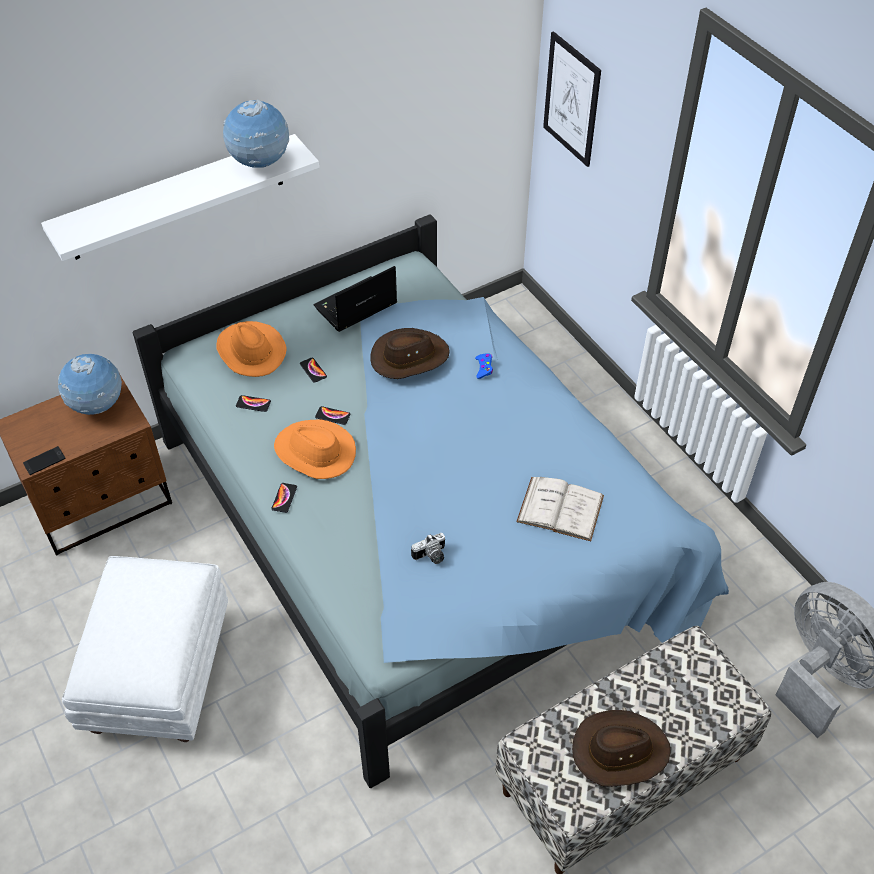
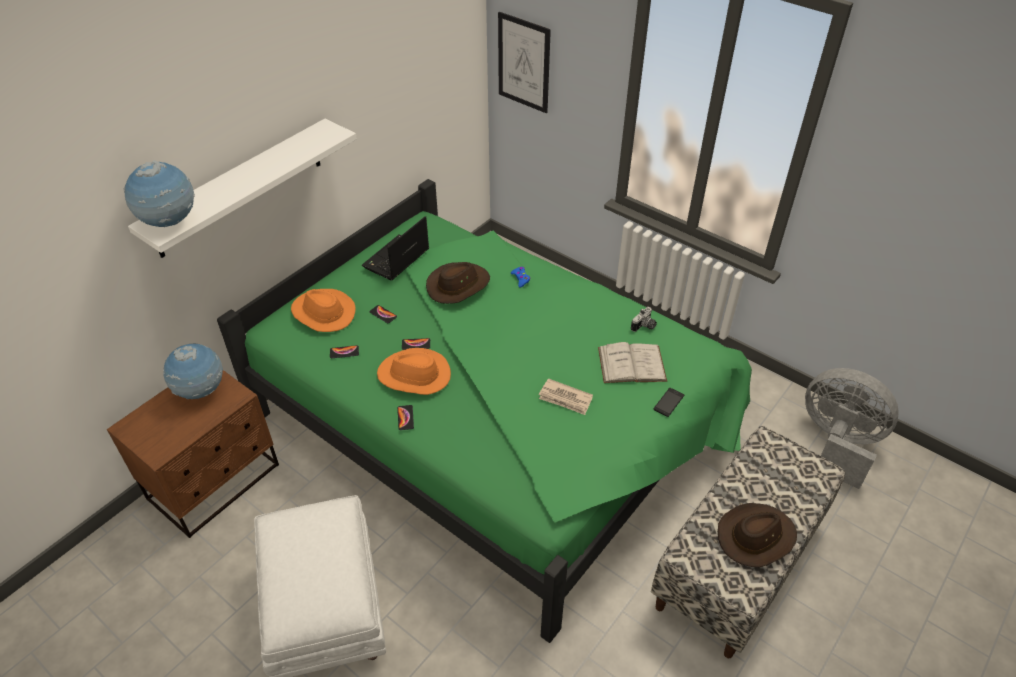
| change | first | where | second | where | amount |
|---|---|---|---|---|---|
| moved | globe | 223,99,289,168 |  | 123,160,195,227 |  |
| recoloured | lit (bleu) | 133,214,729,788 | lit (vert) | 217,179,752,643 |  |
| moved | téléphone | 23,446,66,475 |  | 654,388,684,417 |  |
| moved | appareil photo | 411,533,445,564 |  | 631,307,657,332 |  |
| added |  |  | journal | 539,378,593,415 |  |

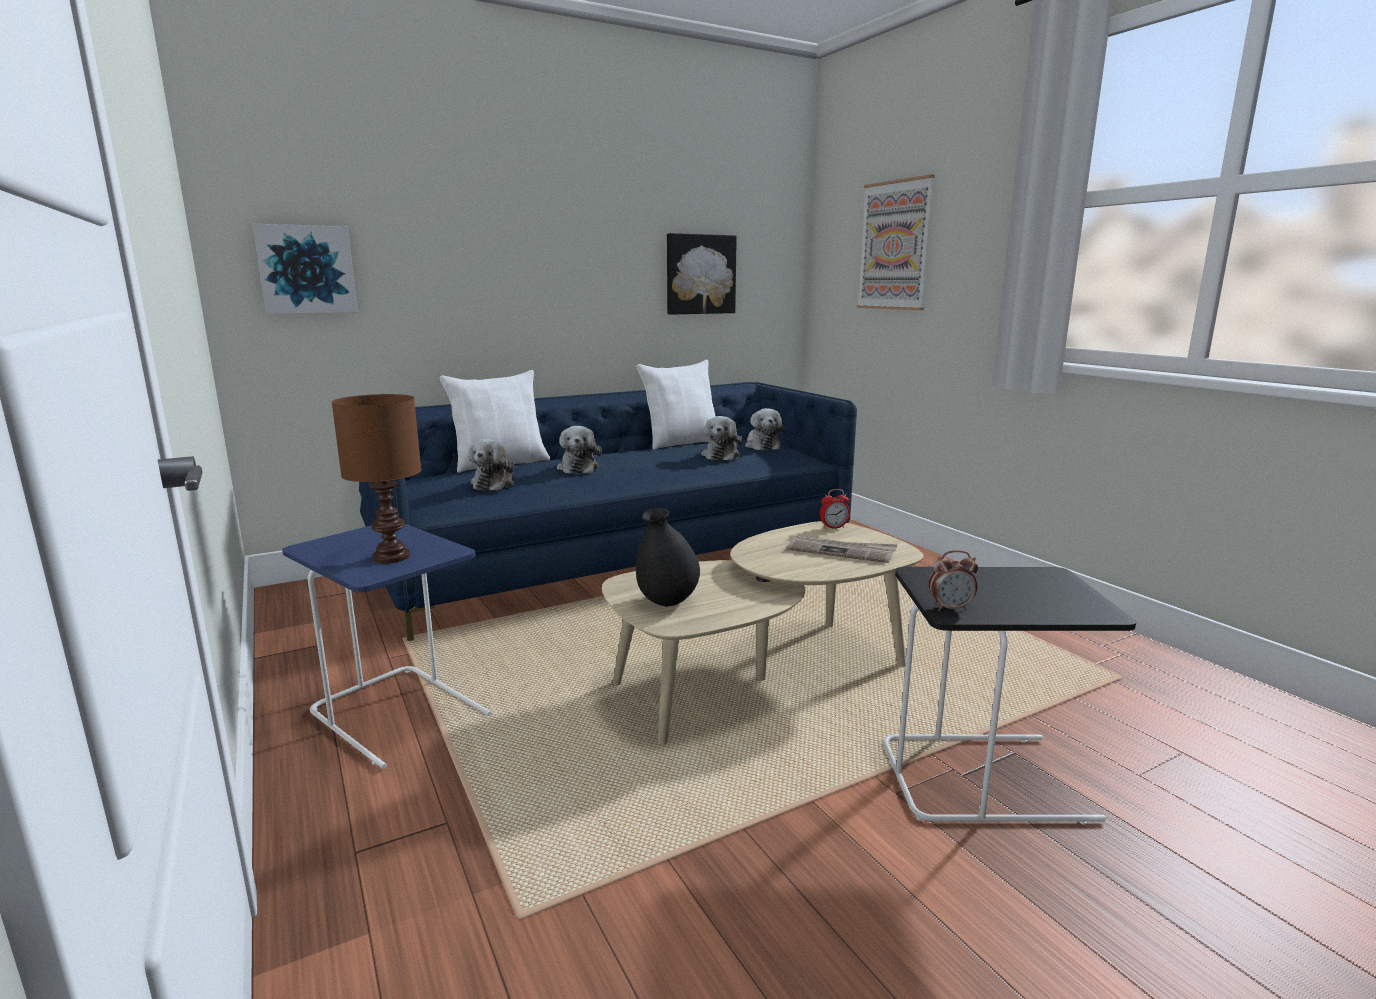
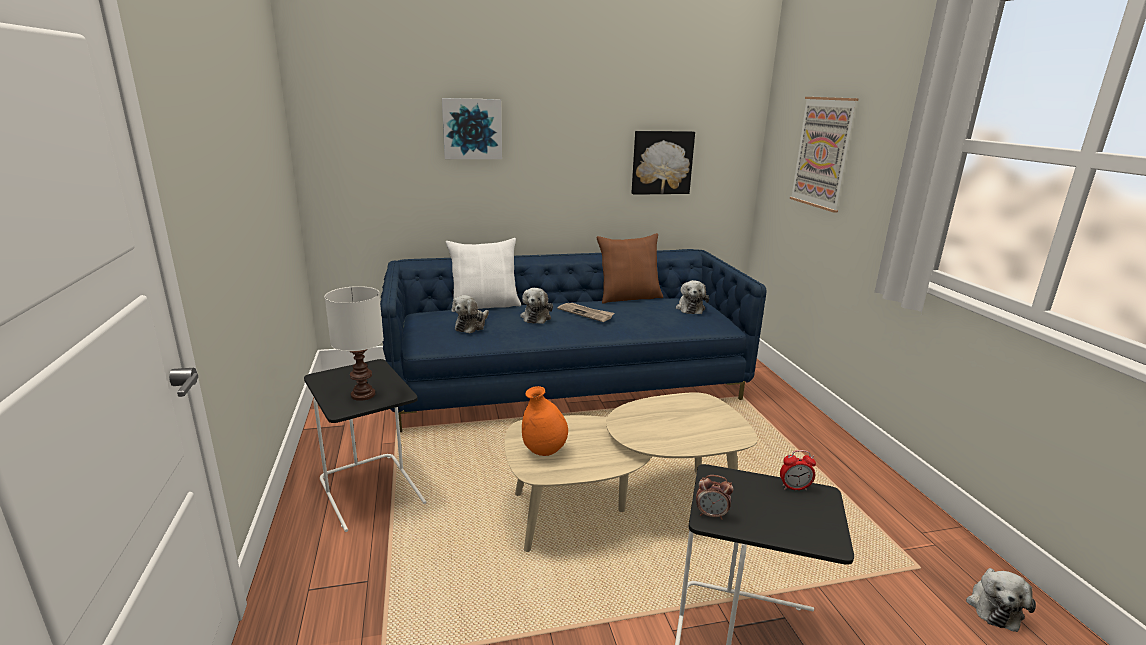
| change | first | where | second | where | amount |
|---|---|---|---|---|---|
| moved | tableau | 252,224,358,314 |  | 442,98,502,159 |  |
| recoloured | coussin (blanc) | 636,360,716,450 | coussin (marron) | 597,233,663,304 |  |
| recoloured | lampe de table (marron) | 331,394,421,563 | lampe de table (blanc) | 325,286,384,401 |  |
| moved | peluche | 702,416,743,460 |  | 966,568,1036,632 |  |
| moved | réveil | 820,489,850,529 |  | 780,450,816,490 |  |
| recoloured | vase (noir) | 636,508,700,606 | vase (orange) | 522,386,568,456 |  |
| recoloured | table d'appoint (bleu) | 282,524,492,769 | table d'appoint (noir) | 304,359,427,532 |  |
| moved | journal | 787,536,897,563 |  | 558,303,615,322 |  |

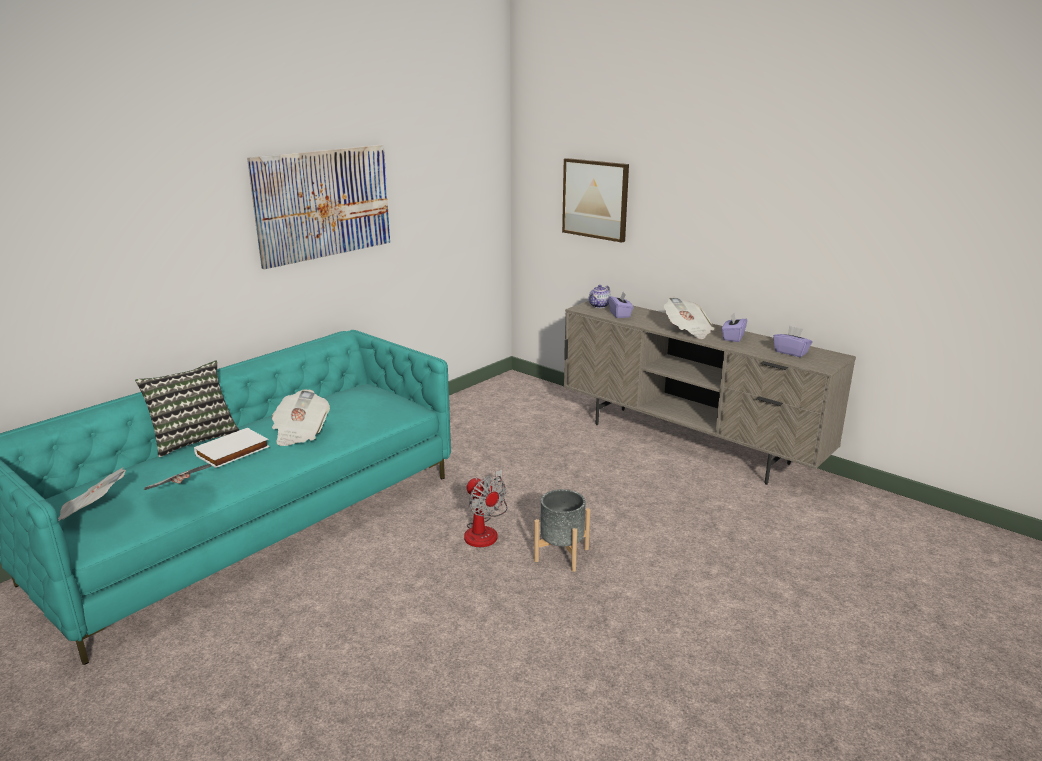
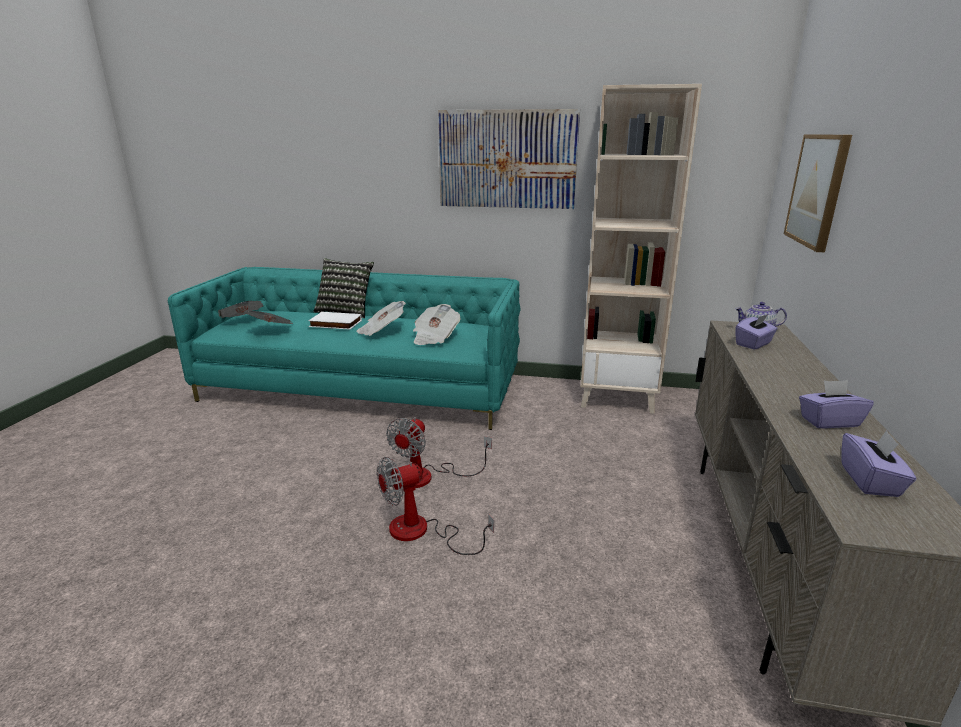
| change | first | where | second | where | amount |
|---|---|---|---|---|---|
| moved | journal | 664,297,714,339 |  | 413,304,461,345 |  |
| replaced | cache-pot (gris) | 534,489,591,572 | ventilateur | 377,457,494,555 |  |
| added |  |  | bibliothèque (beige) | 581,84,702,414 |  |

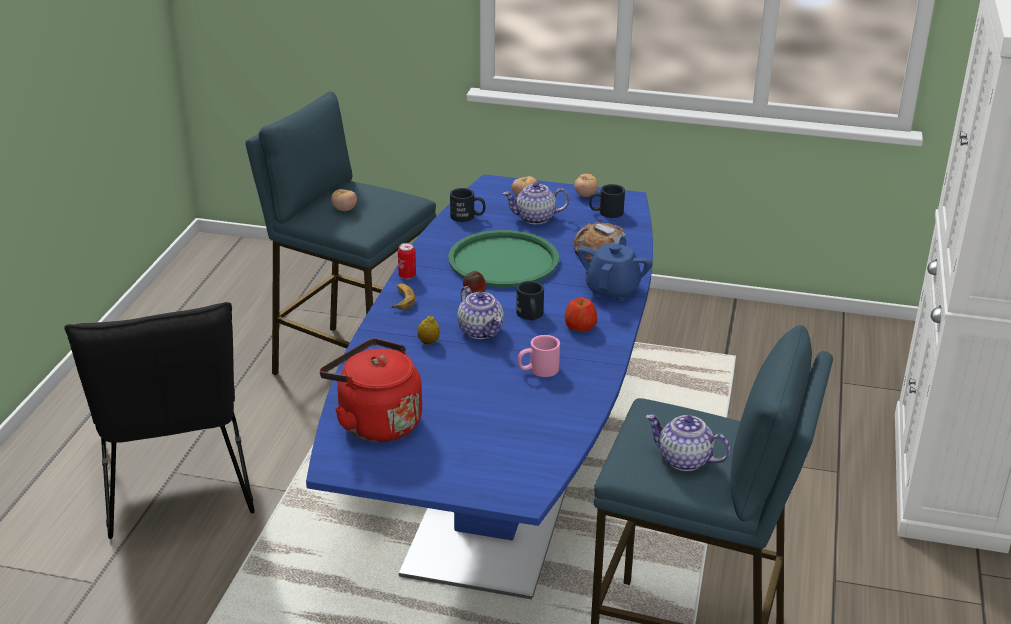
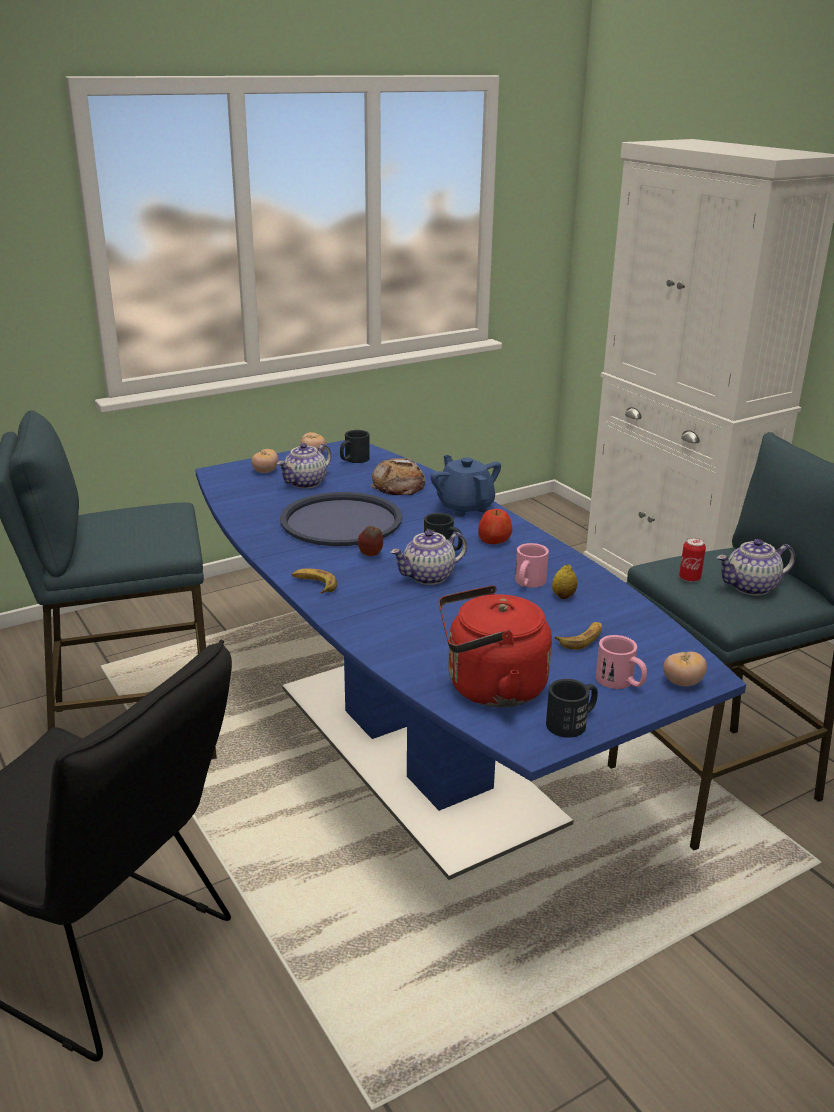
| change | first | where | second | where | amount |
|---|---|---|---|---|---|
| moved | mug (noir) | 450,188,485,222 |  | 546,679,598,738 |  |
| moved | tomate | 331,189,357,211 |  | 664,651,707,686 |  |
| recoloured | plateau (vert) | 448,230,559,287 | plateau (bleu) | 280,492,402,546 |  |
| moved | boîte métallique | 398,243,416,279 |  | 679,537,706,582 |  |
| turned | théière | 457,286,504,339 |  | 391,530,467,585 | 135 degrees clockwise |
| moved | citron | 417,316,440,344 |  | 552,564,578,599 |  |
| added |  |  | banane | 555,622,602,650 |  |
| added |  |  | mug (rose) | 596,635,647,689 |  |

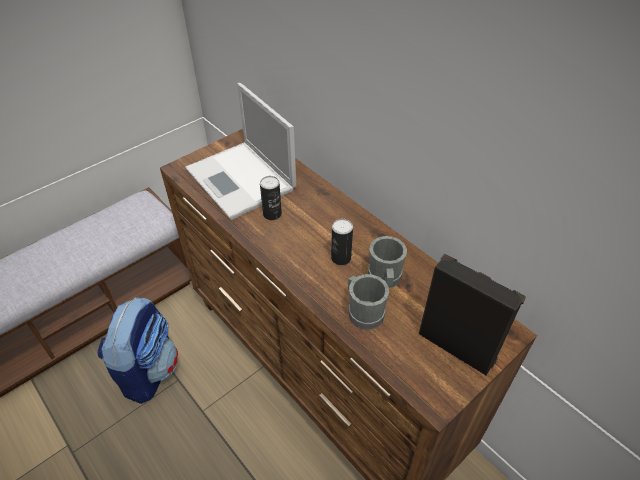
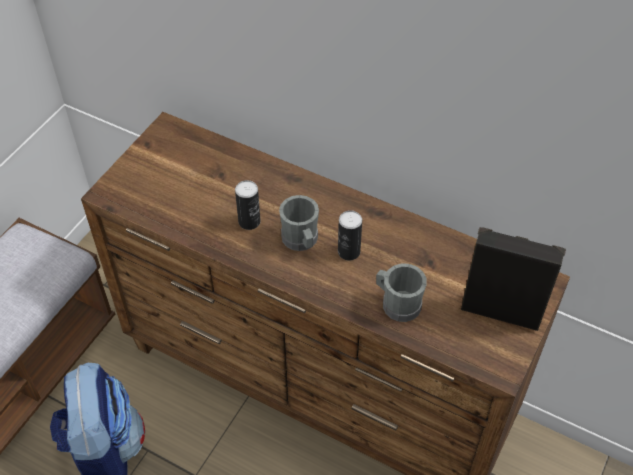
| change | first | where | second | where | amount |
|---|---|---|---|---|---|
| removed | ordinateur portable | 185,83,296,220 |  |  |  |
| moved | mug (gris) | 368,236,407,288 |  | 279,195,319,251 |  |

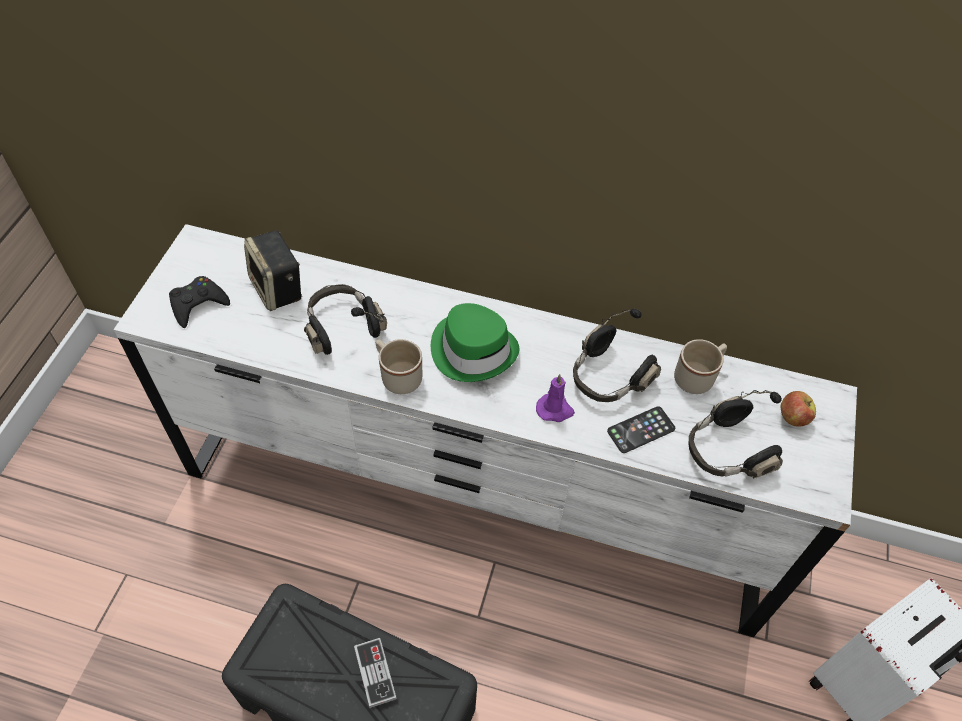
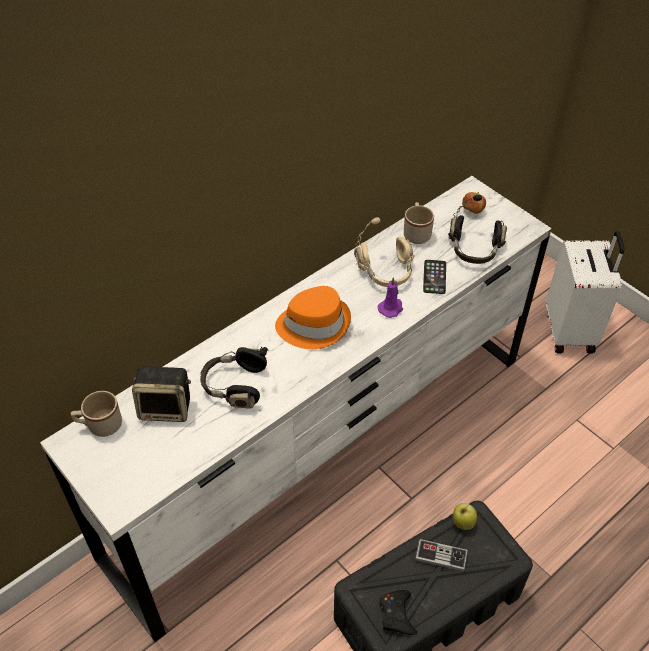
| change | first | where | second | where | amount |
|---|---|---|---|---|---|
| moved | manette (noir) | 169,276,230,328 |  | 379,590,417,635 |  |
| recoloured | chapeau (vert) | 431,303,520,382 | chapeau (orange) | 275,286,351,349 |  |
| recoloured | casque audio (noir) | 573,309,661,402 | casque audio (beige) | 354,217,415,287 |  |
| moved | mug (beige) | 376,339,422,394 |  | 71,391,122,437 |  |
| added |  |  | pomme | 453,503,477,530 |  |

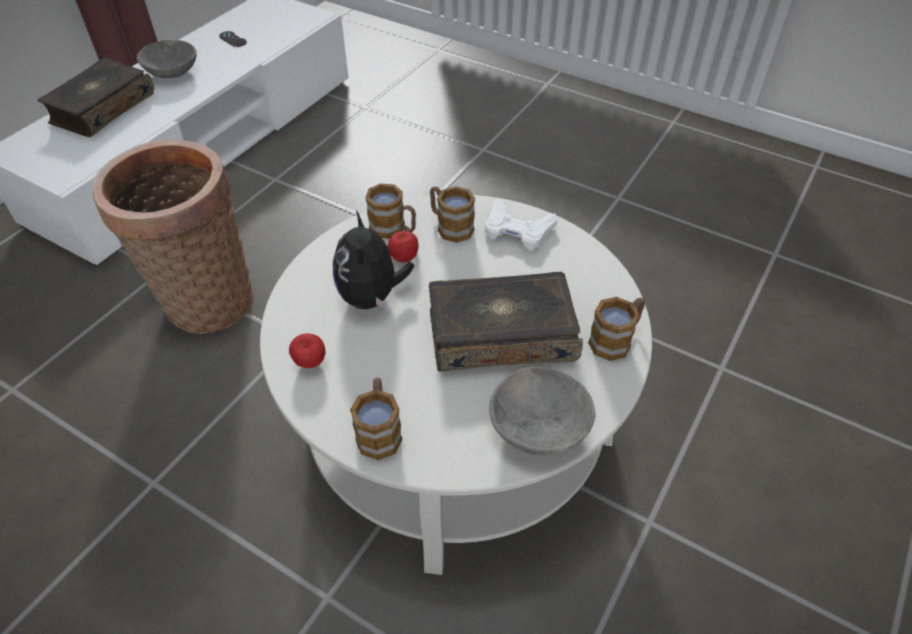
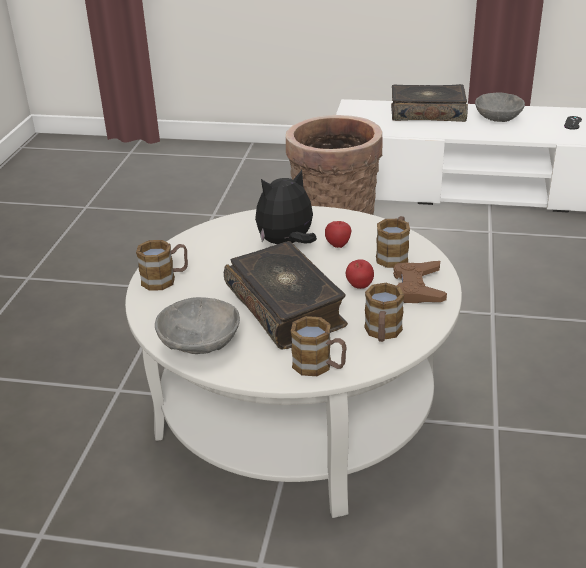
| change | first | where | second | where | amount |
|---|---|---|---|---|---|
| moved | mug | 365,183,416,239 |  | 364,283,404,342 |  |
| recoloured | manette (blanc) | 485,198,557,251 | manette (marron) | 393,261,447,303 |  |
| moved | pomme | 289,333,325,368 |  | 346,259,374,289 |  |

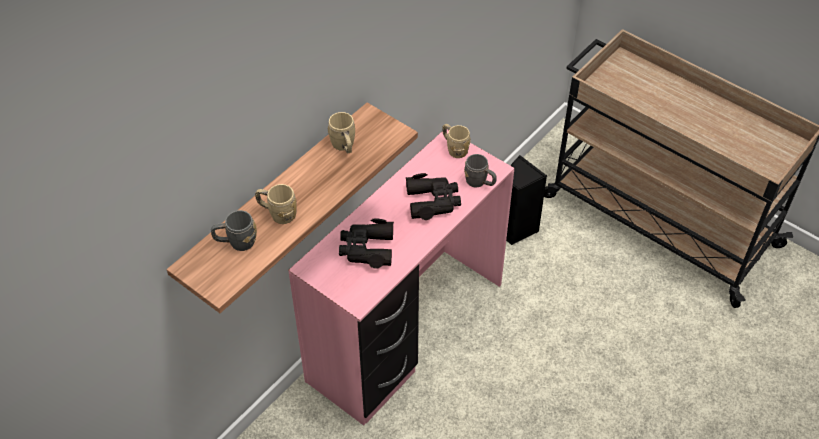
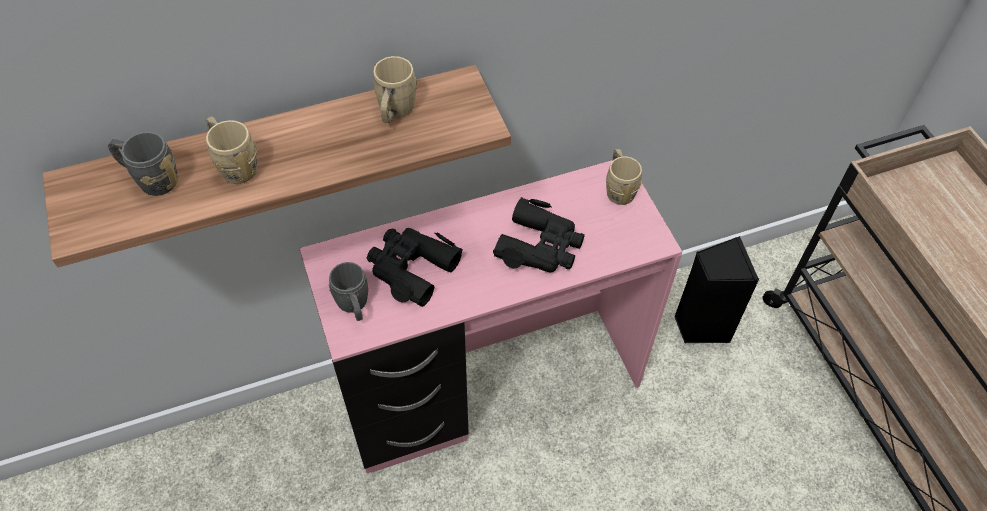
| change | first | where | second | where | amount |
|---|---|---|---|---|---|
| moved | mug (gris) | 464,154,497,187 |  | 329,262,368,321 |  |

